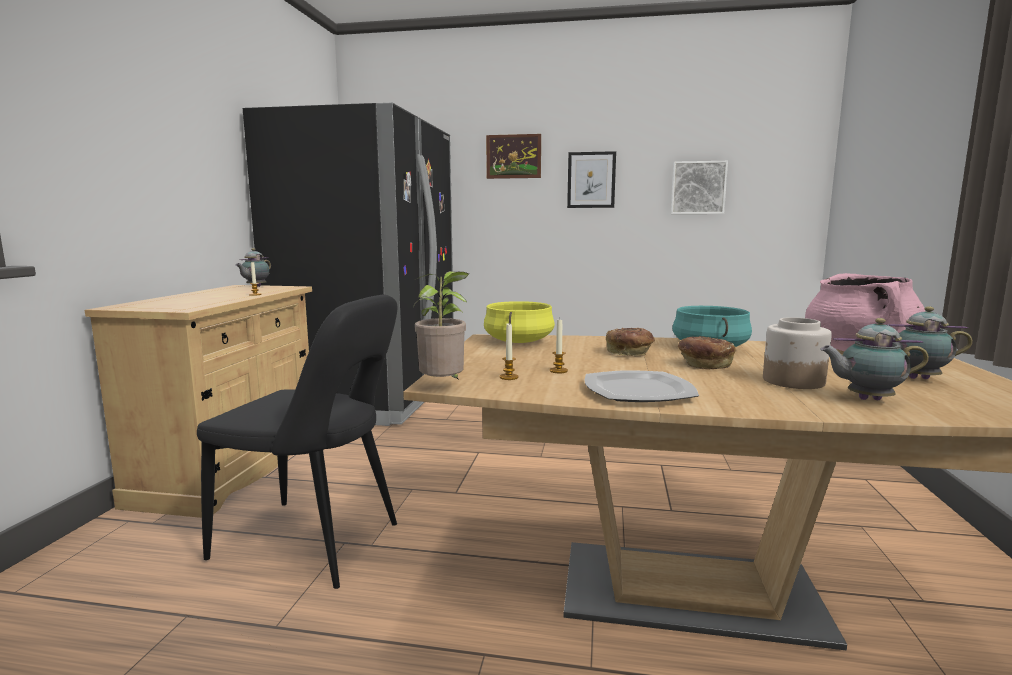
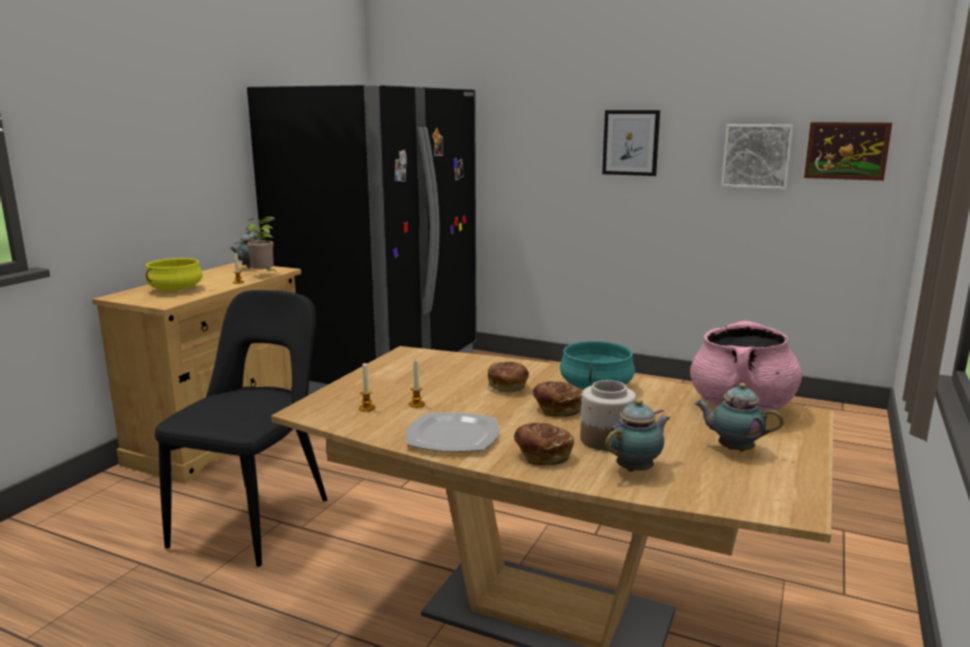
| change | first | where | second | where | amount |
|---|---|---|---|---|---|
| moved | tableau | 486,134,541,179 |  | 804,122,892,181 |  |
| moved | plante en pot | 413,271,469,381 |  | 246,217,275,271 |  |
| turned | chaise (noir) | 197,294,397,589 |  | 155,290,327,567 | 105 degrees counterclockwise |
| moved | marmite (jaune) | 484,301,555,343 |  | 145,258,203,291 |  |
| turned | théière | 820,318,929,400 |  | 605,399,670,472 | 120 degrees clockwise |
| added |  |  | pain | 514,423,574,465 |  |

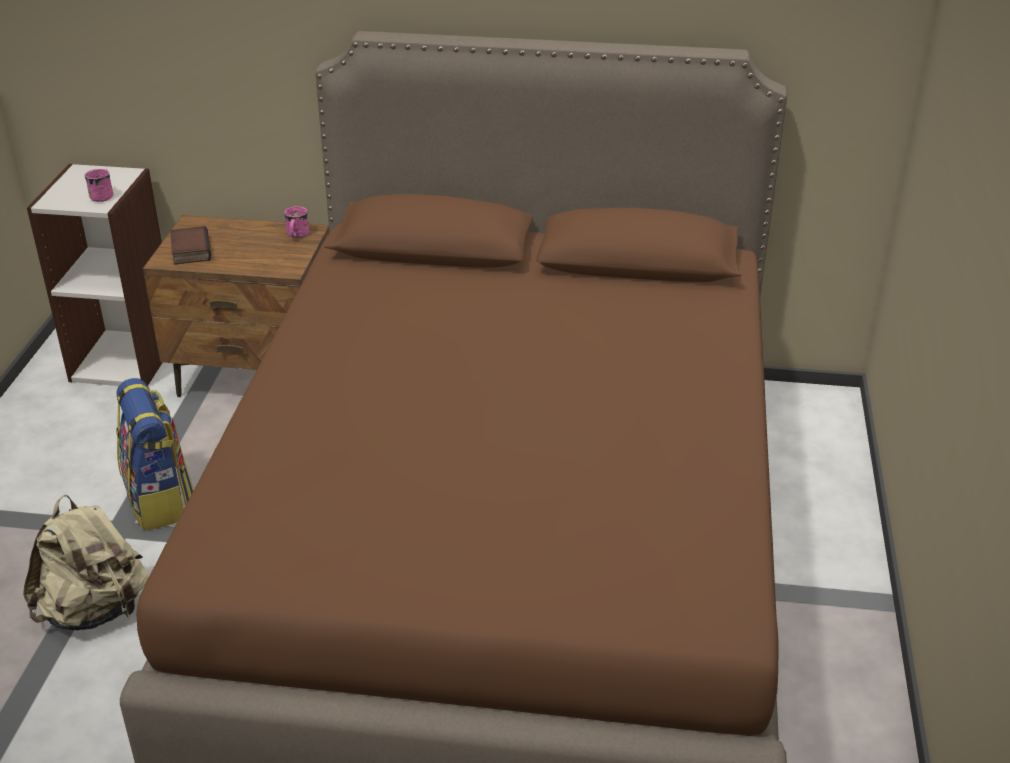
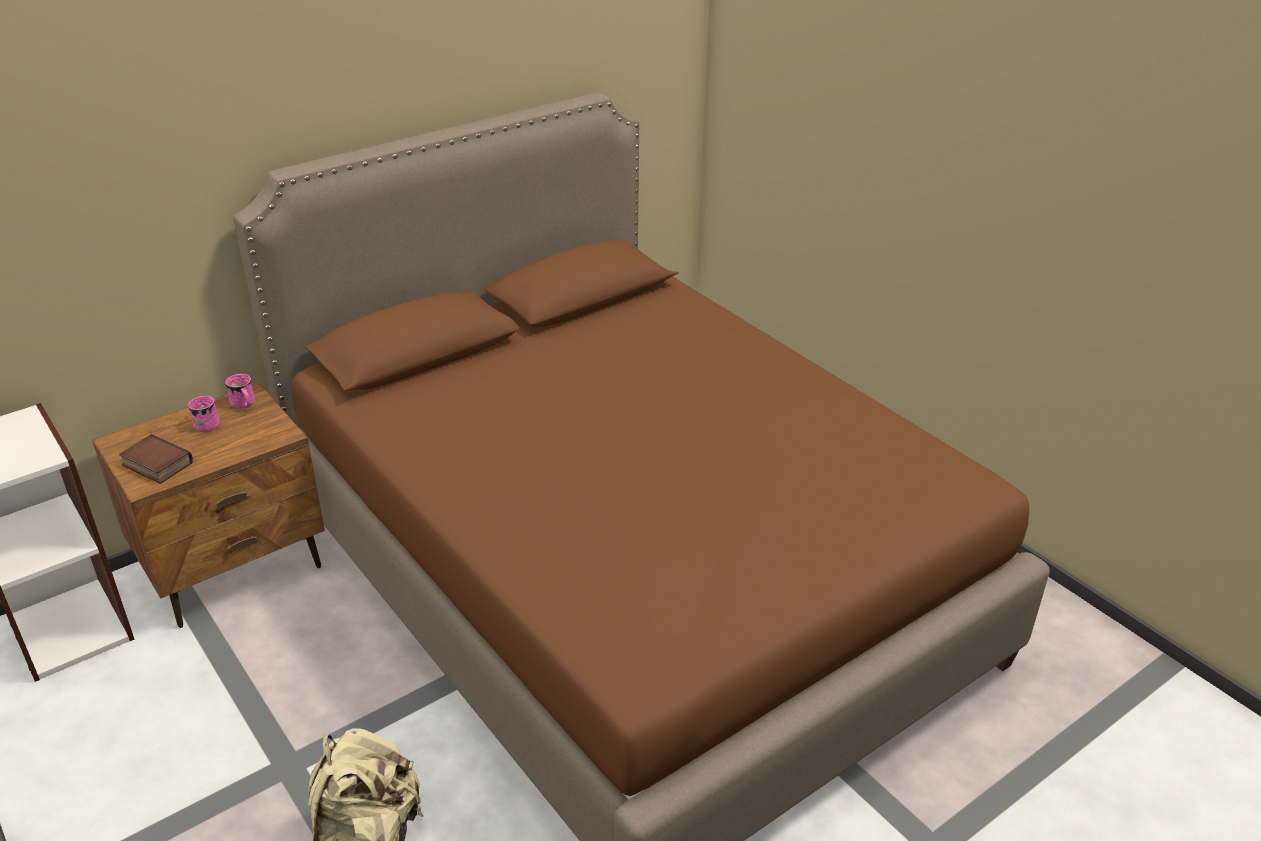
| change | first | where | second | where | amount |
|---|---|---|---|---|---|
| moved | mug (rose) | 85,169,113,202 |  | 188,396,220,432 |  |
| removed | sac à dos | 116,378,194,531 |  |  |  |

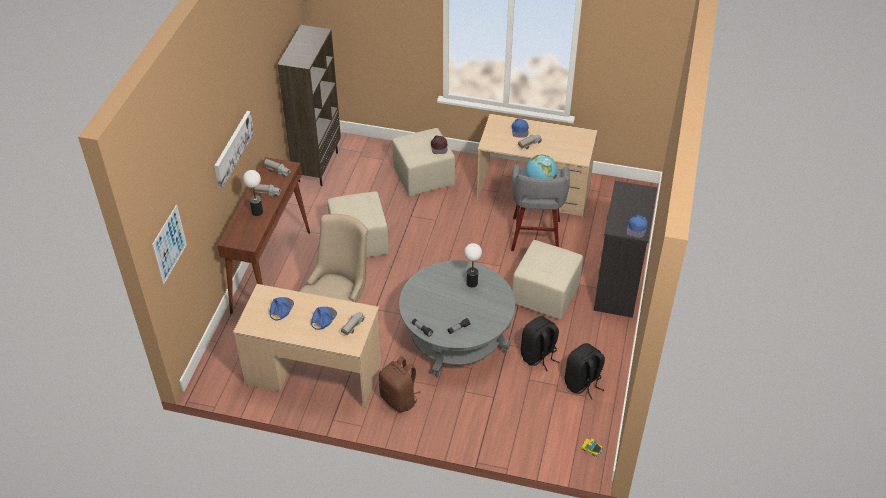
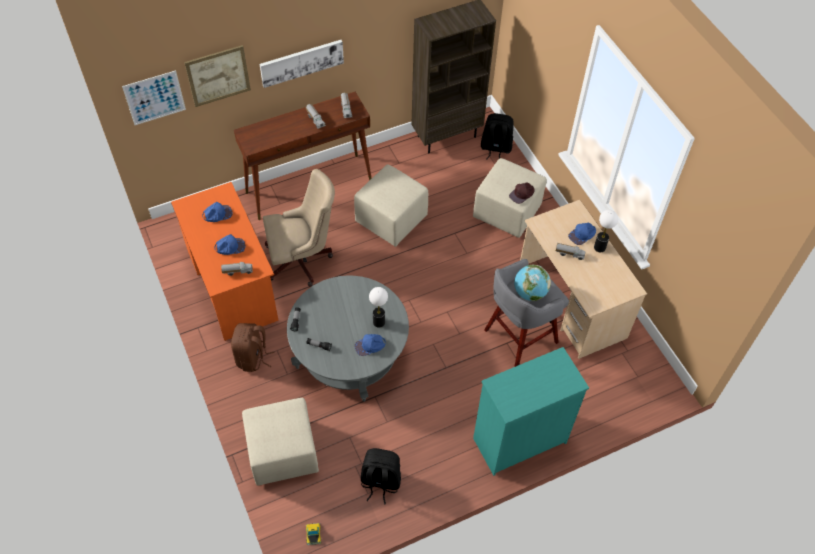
| change | first | where | second | where | amount |
|---|---|---|---|---|---|
| moved | lampe de table | 243,170,263,216 |  | 594,210,618,252 |  |
| recoloured | commode (noir) | 593,181,657,318 | commode (turquoise) | 473,347,589,476 |  |
| moved | casquette (bleu) | 627,214,648,238 |  | 355,334,386,356 |  |
| moved | pouf (beige) | 512,240,583,320 |  | 242,398,319,486 |  |
| recoloured | bureau (beige) | 233,284,381,409 | bureau (orange) | 171,182,279,341 |  |
| moved | sac à dos (noir) | 521,316,559,371 |  | 481,113,514,160 |  |
| added |  |  | tableau | 184,45,251,107 |  |

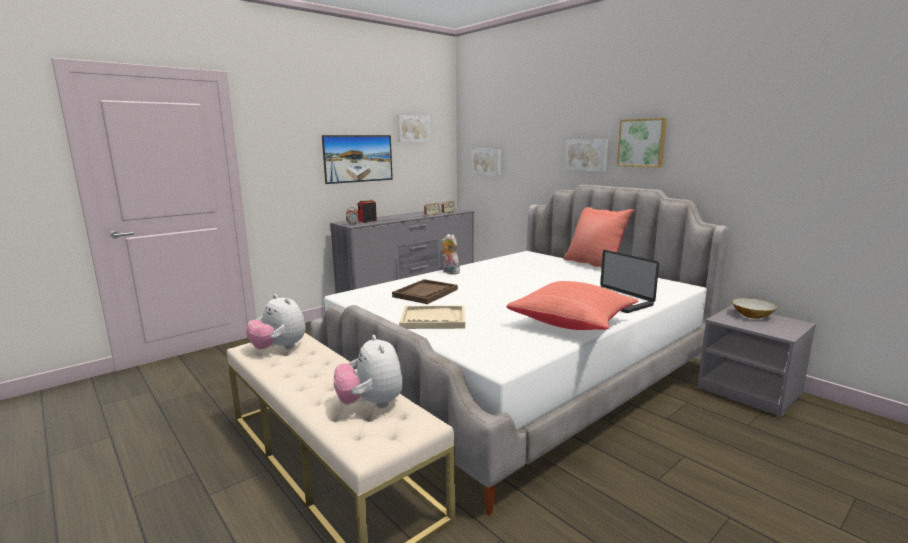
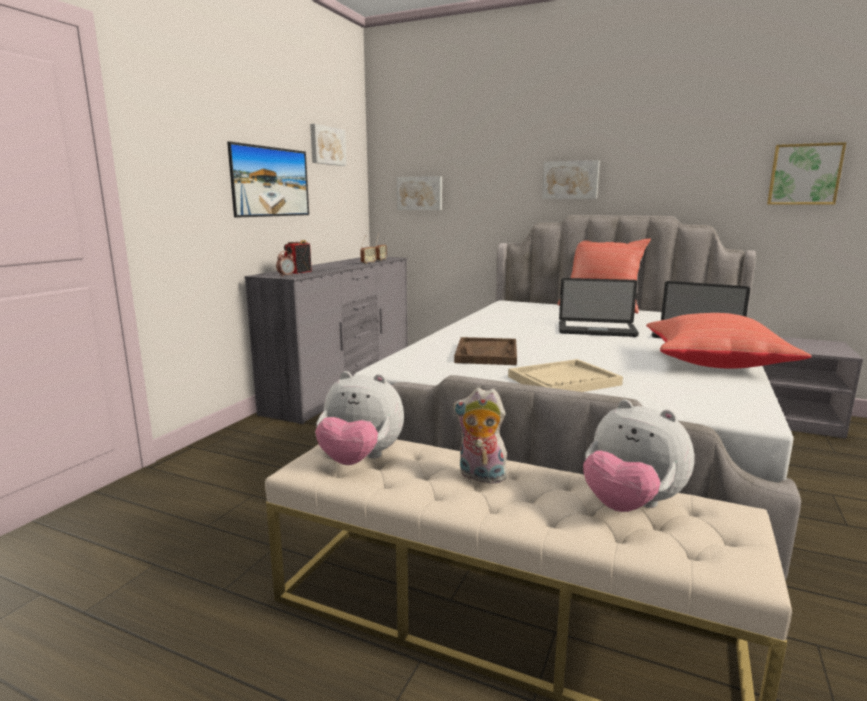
| change | first | where | second | where | amount |
|---|---|---|---|---|---|
| moved | tableau | 617,118,667,168 |  | 767,142,846,205 |  |
| moved | peluche | 441,234,460,274 |  | 453,388,510,484 |  |
| removed | bol | 732,298,777,319 |  |  |  |
| added |  |  | ordinateur portable | 559,278,639,337 |  |

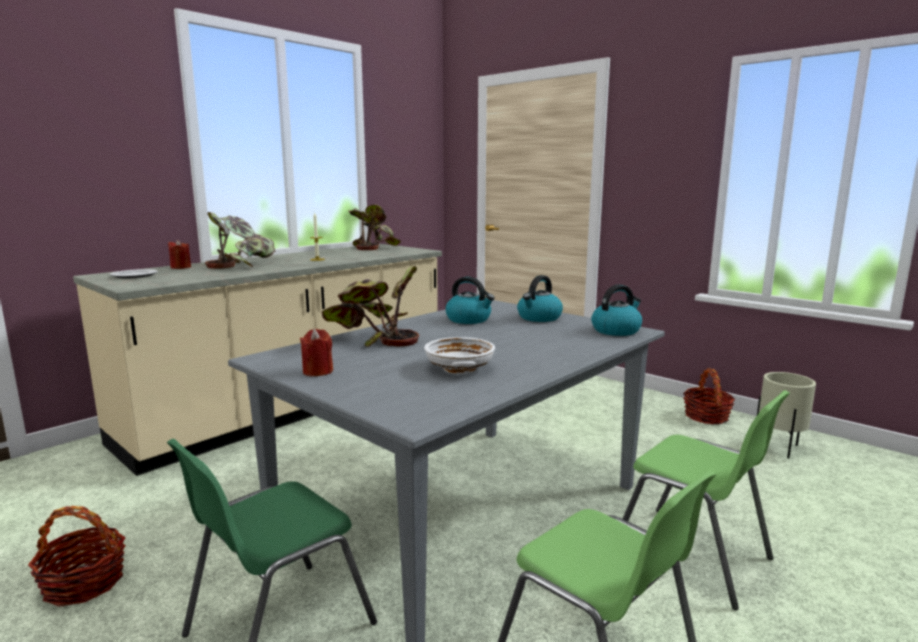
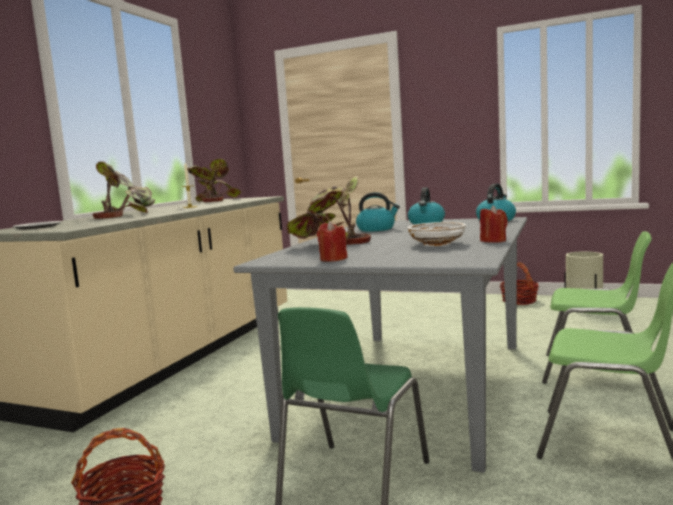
| change | first | where | second | where | amount |
|---|---|---|---|---|---|
| moved | bougie (rouge) | 168,240,191,269 |  | 480,205,508,243 |  |

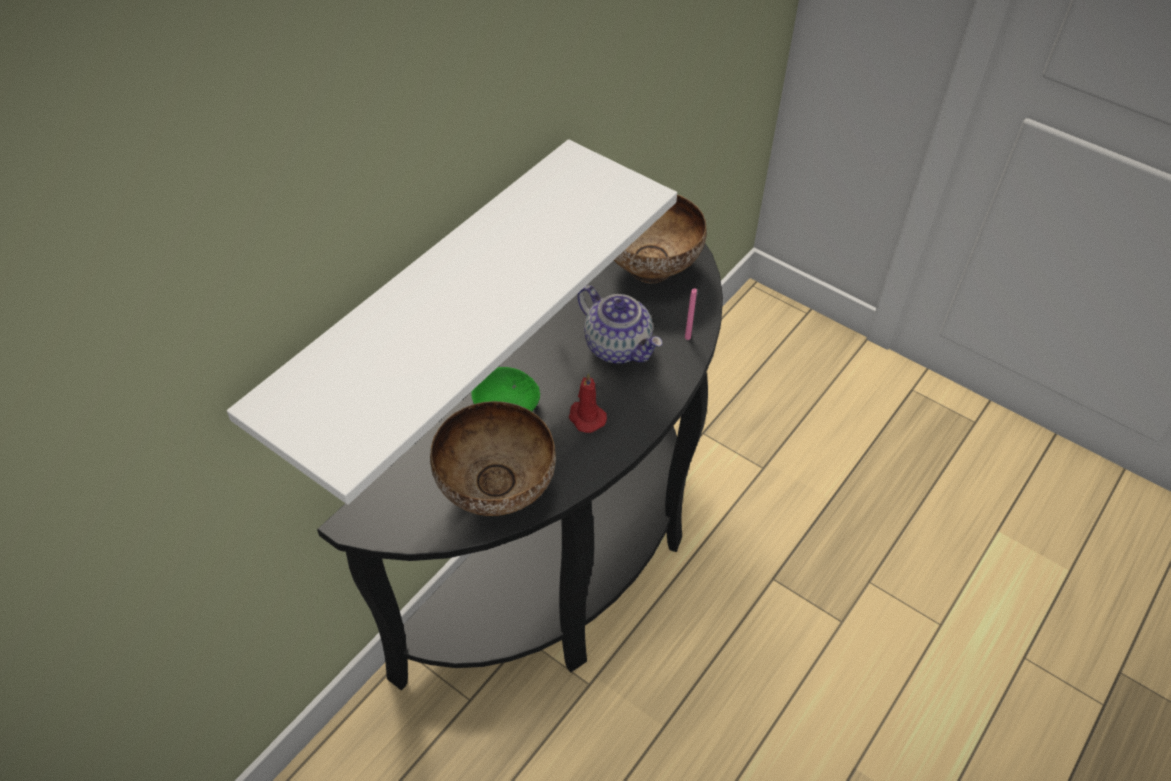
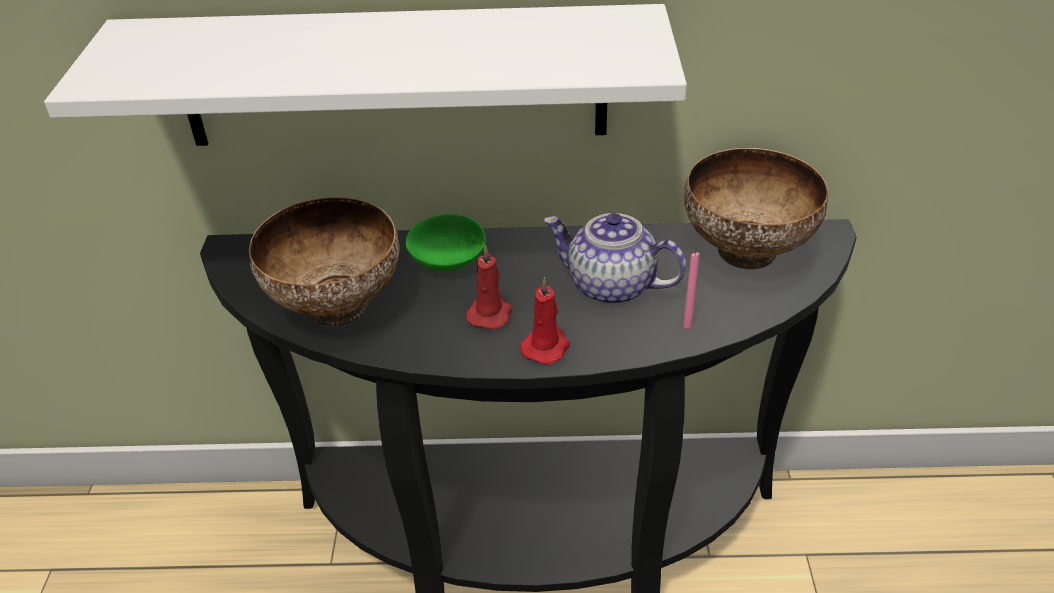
| change | first | where | second | where | amount |
|---|---|---|---|---|---|
| turned | théière | 577,285,662,364 |  | 543,213,686,305 | 105 degrees clockwise |
| added |  |  | bougie (rouge) | 520,277,570,365 |  |

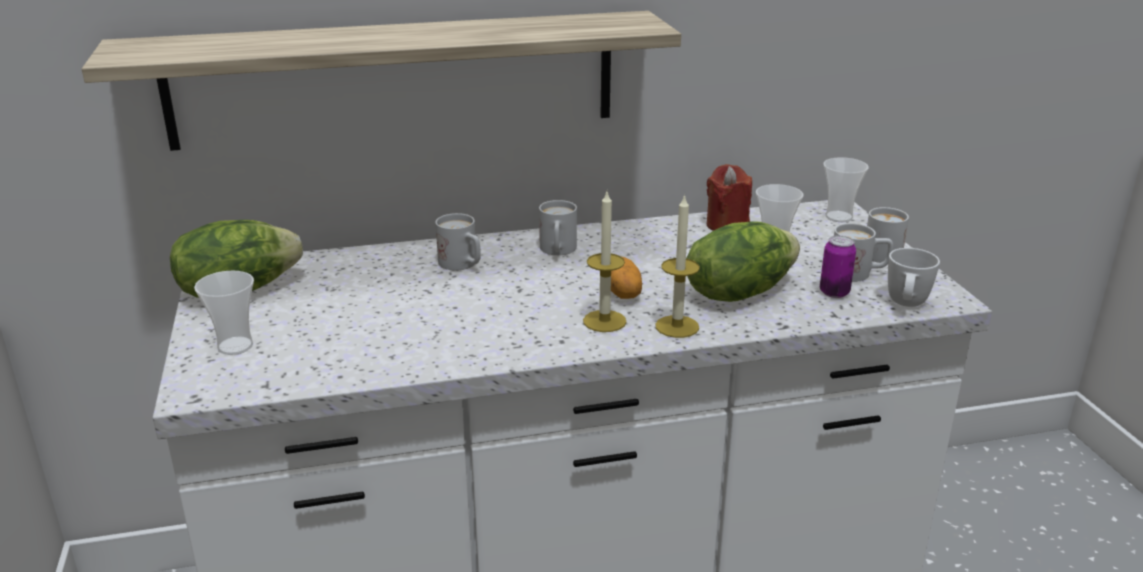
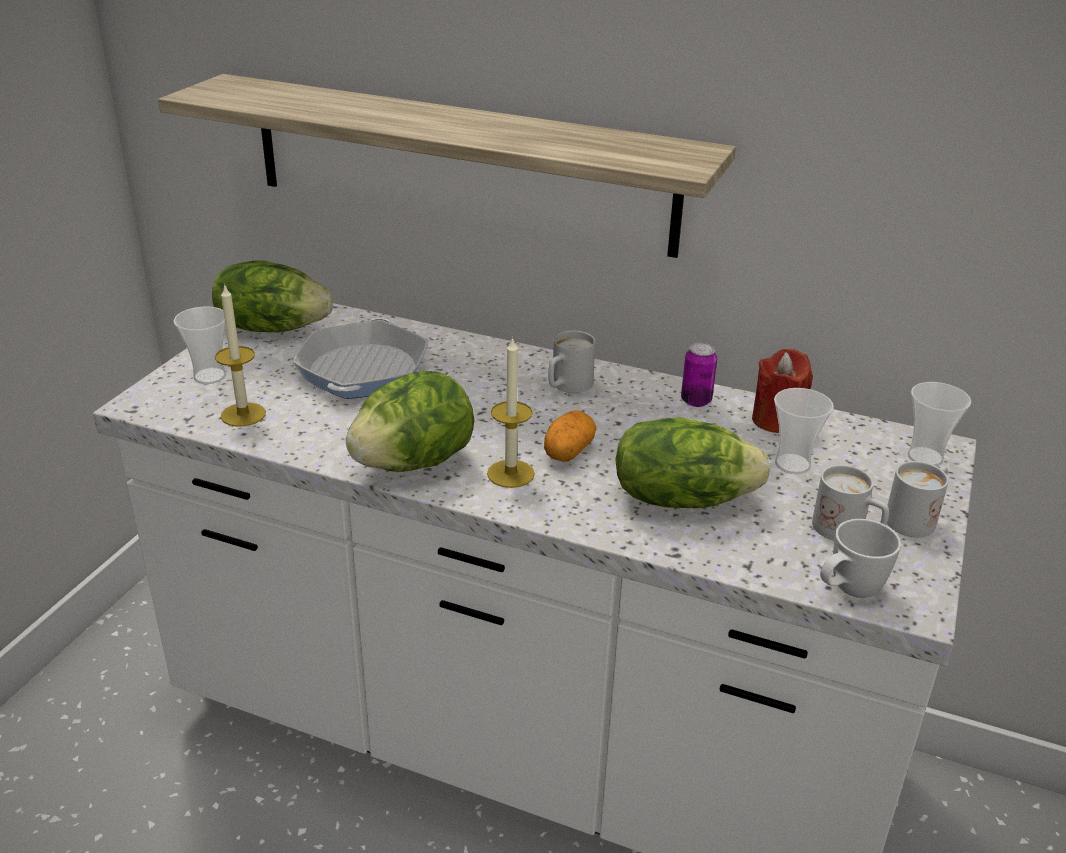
| change | first | where | second | where | amount |
|---|---|---|---|---|---|
| moved | bougie | 655,194,700,338 |  | 215,286,266,427 |  |
| removed | mug (blanc) | 435,213,481,270 |  |  |  |
| moved | boîte métallique | 820,235,856,298 |  | 681,343,717,407 |  |
| added |  |  | poêle | 293,318,428,399 |  |
| added |  |  | laitue | 346,371,474,472 |  |

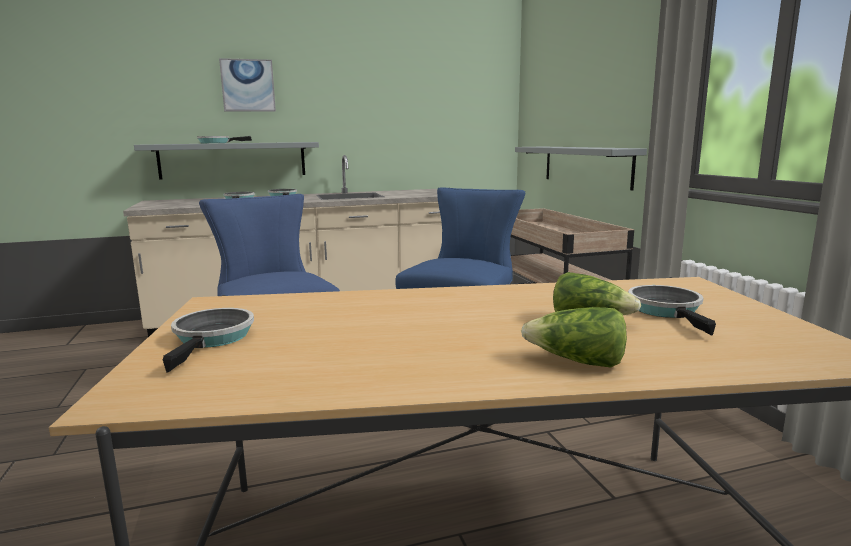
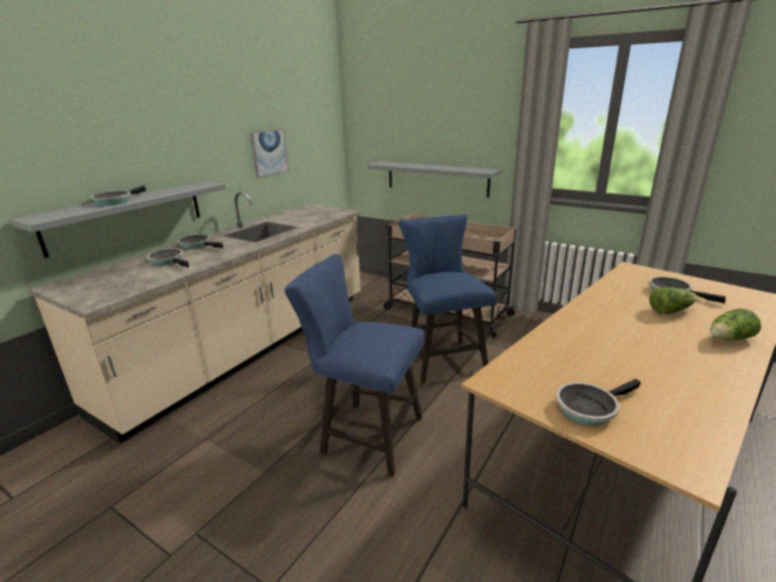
| change | first | where | second | where | amount |
|---|---|---|---|---|---|
| moved | tableau | 219,58,276,112 |  | 250,129,289,178 |  |
| turned | poêle | 163,308,254,372 |  | 556,379,641,426 | 75 degrees counterclockwise |

